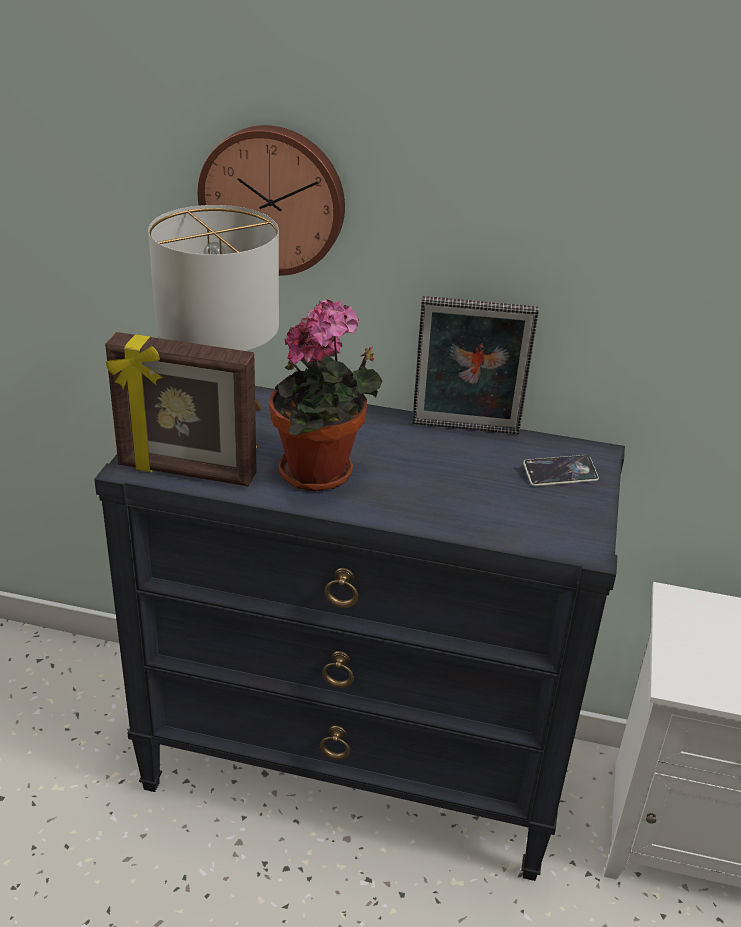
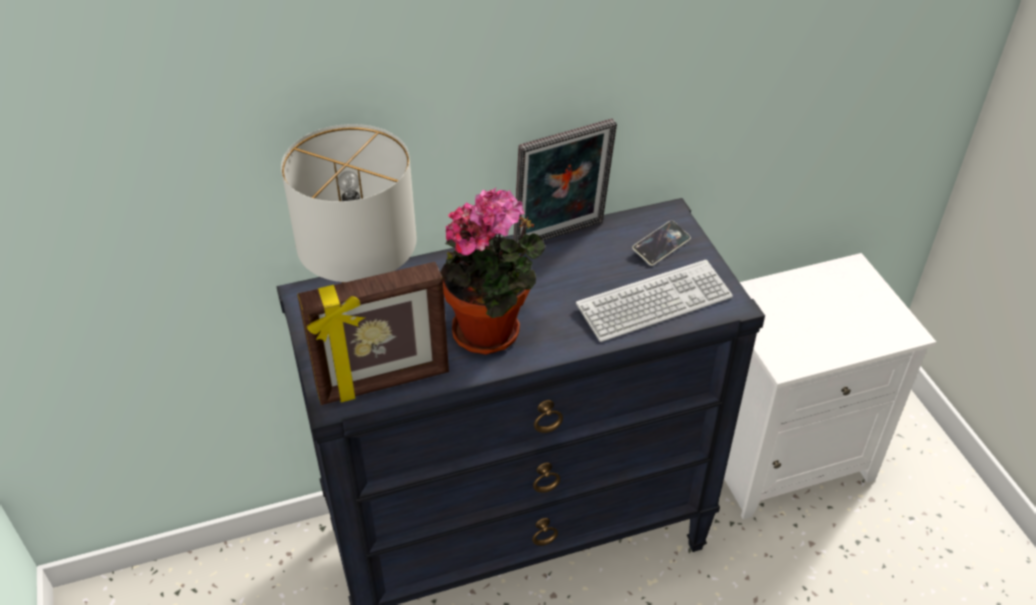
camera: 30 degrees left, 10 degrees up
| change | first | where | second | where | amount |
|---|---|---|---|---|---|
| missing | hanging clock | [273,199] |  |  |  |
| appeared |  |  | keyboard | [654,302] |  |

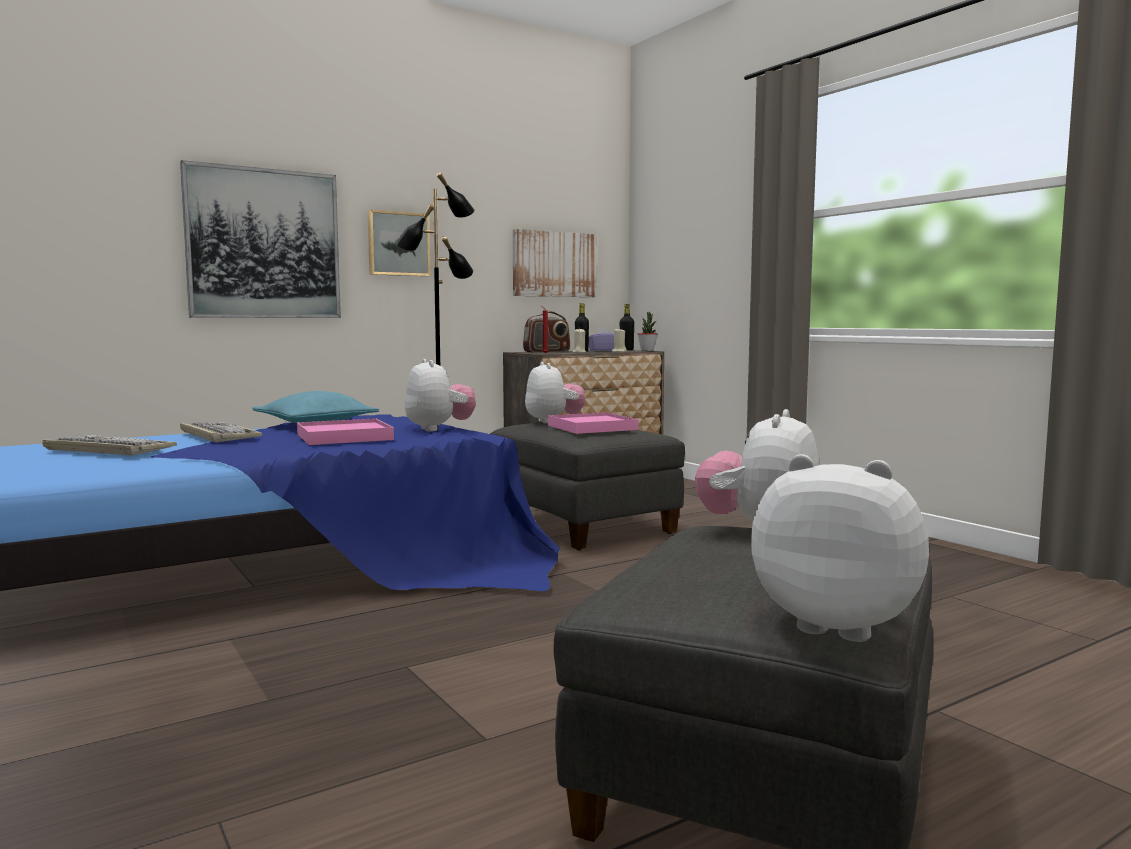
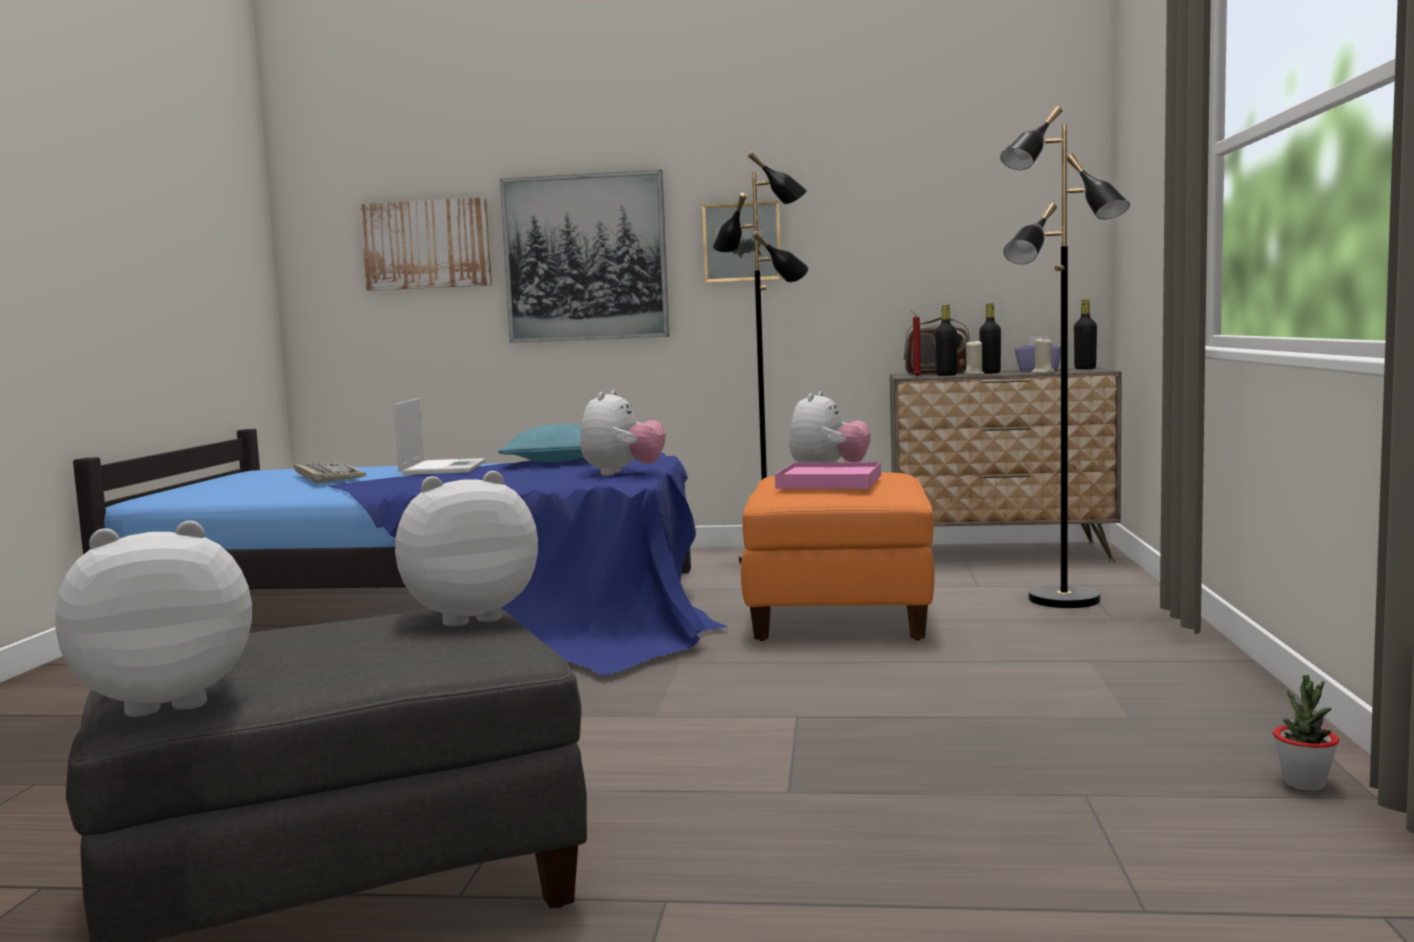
camera: 40 degrees right, 0 degrees up
| change | first | where | second | where | amount |
|---|---|---|---|---|---|
| exchanged | keyboard | [218,435] | notebook computer | [443,468] |  |
| missing | pink serving tray | [344,437] |  |  |  |
| colour | grey pouffe | [581,525] | orange pouffe | [838,613] |  |
| relocated | picture | [554,264] |  | [427,244] |  |
| relocated | houseplant | [647,350] |  | [1304,784] |  |
| spun | soft toy | [837,624] |  | [167,701] | 90 degrees counterclockwise |
| appeared |  |  | blackish beverage bottle | [946,375] |  |
| appeared |  |  | blackish standard lamp | [1064,600] |  |

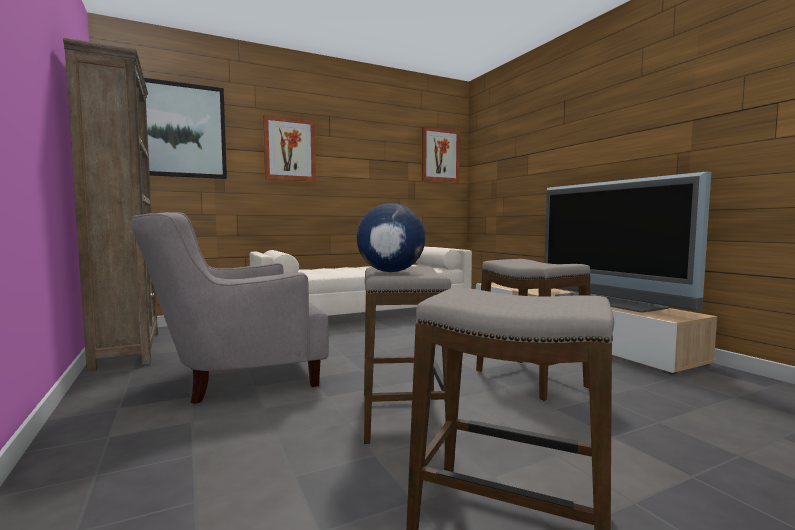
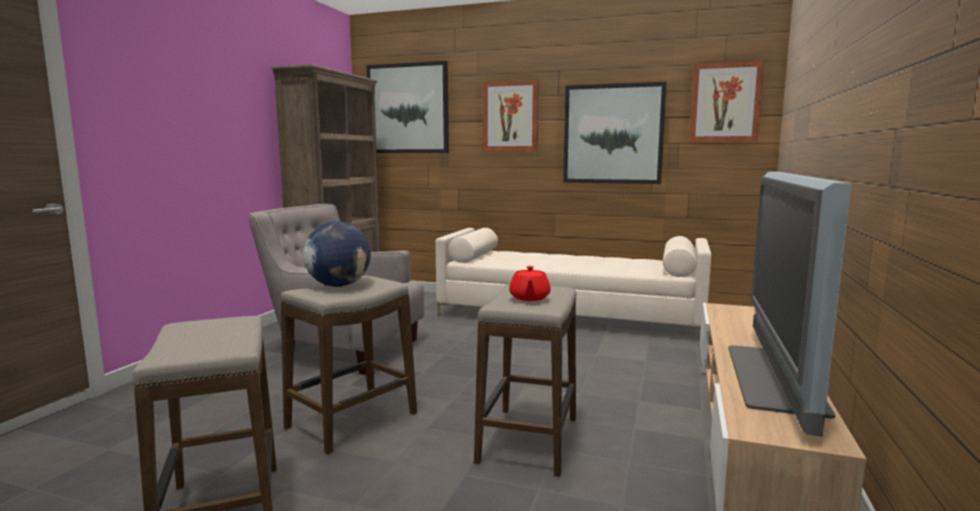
camera: 45 degrees right, 5 degrees up
| change | first | where | second | where | amount |
|---|---|---|---|---|---|
| appeared |  |  | red teapot | [529,298] |  |
| appeared |  |  | picture | [613,134] |  |

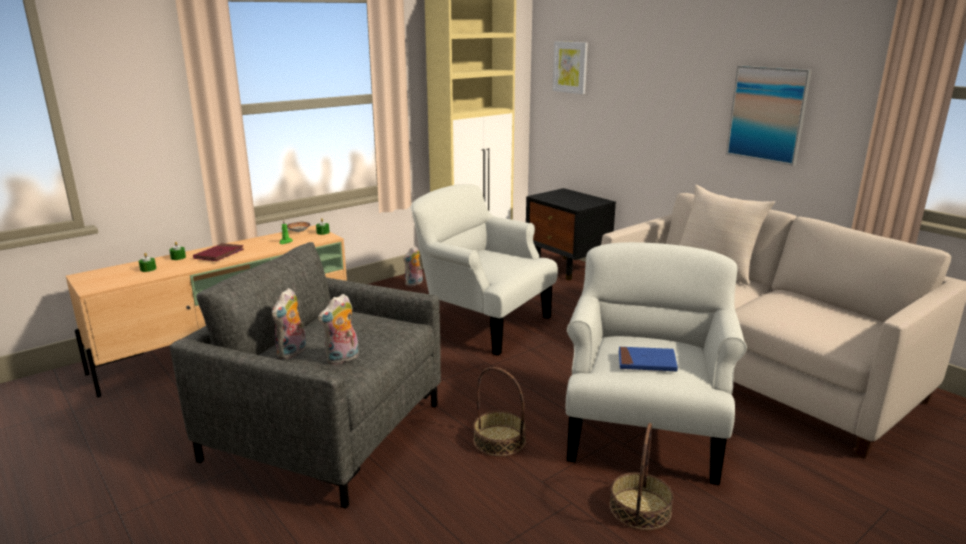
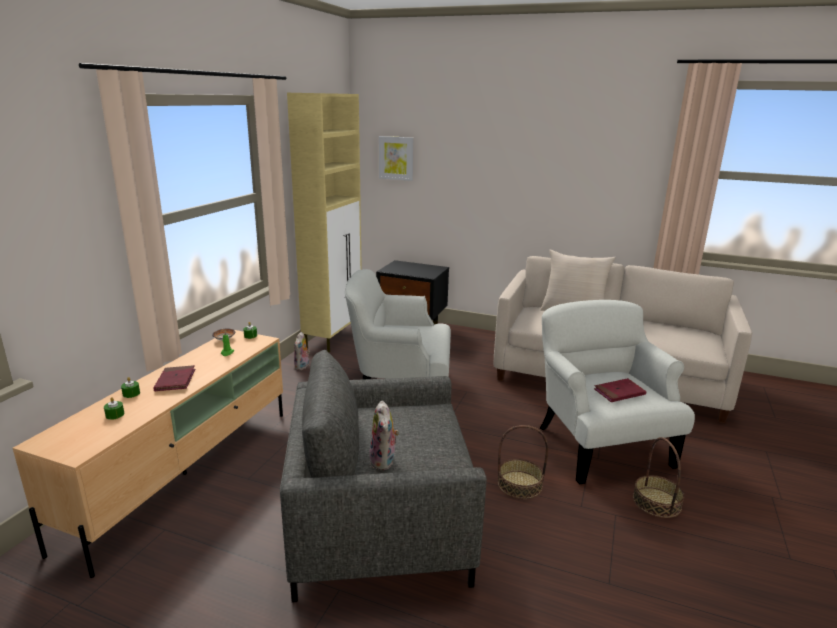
camera: 30 degrees left, 0 degrees up
| change | first | where | second | where | amount |
|---|---|---|---|---|---|
| missing | soft toy | [342,359] |  |  |  |
| colour | blue book | [646,362] | red book | [619,392] |  |
| missing | picture | [767,114] |  |  |  |

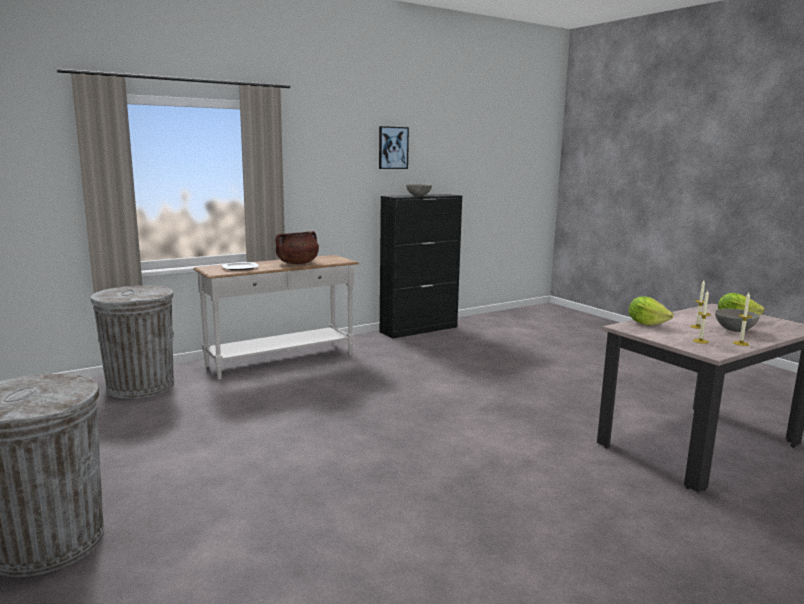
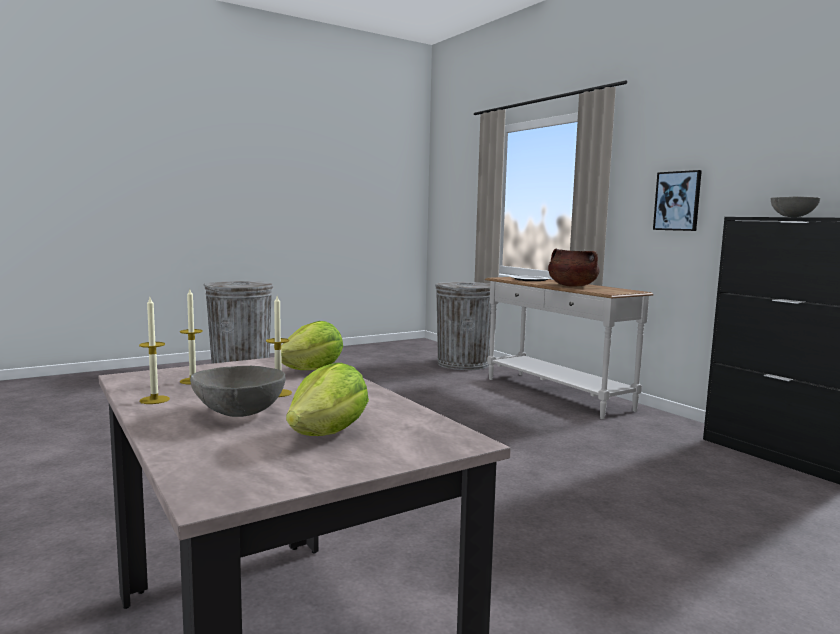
camera: 90 degrees right, 5 degrees down
| change | first | where | second | where | amount |
|---|---|---|---|---|---|
| relocated | picture | [393,148] |  | [677,201] |  |

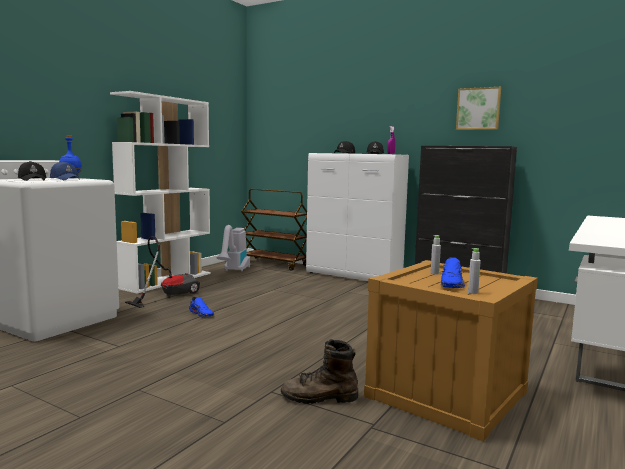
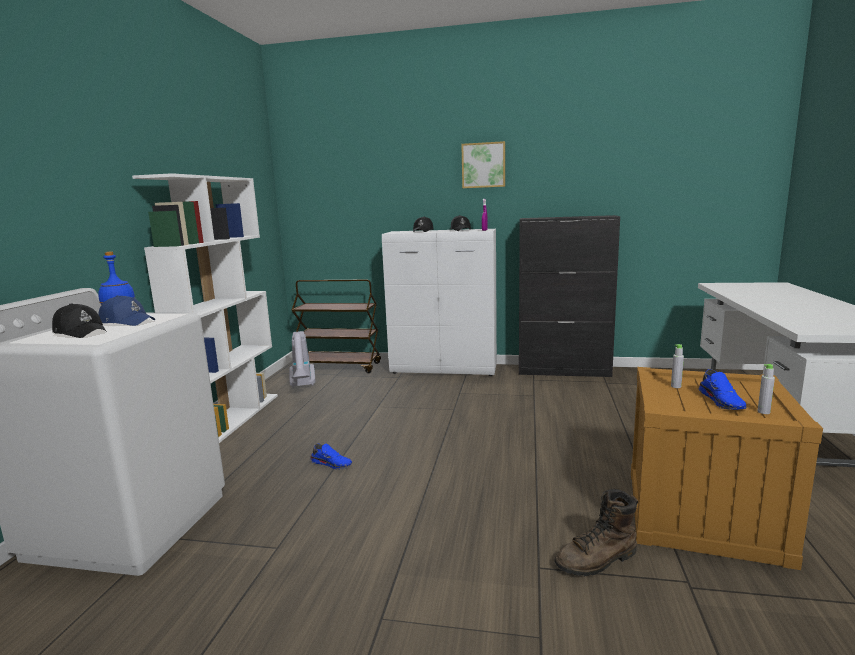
camera: 20 degrees left, 5 degrees up
| change | first | where | second | where | amount |
|---|---|---|---|---|---|
| missing | vacuum | [168,295] |  |  |  |
| relocated | picture | [478,109] |  | [483,165] |  |

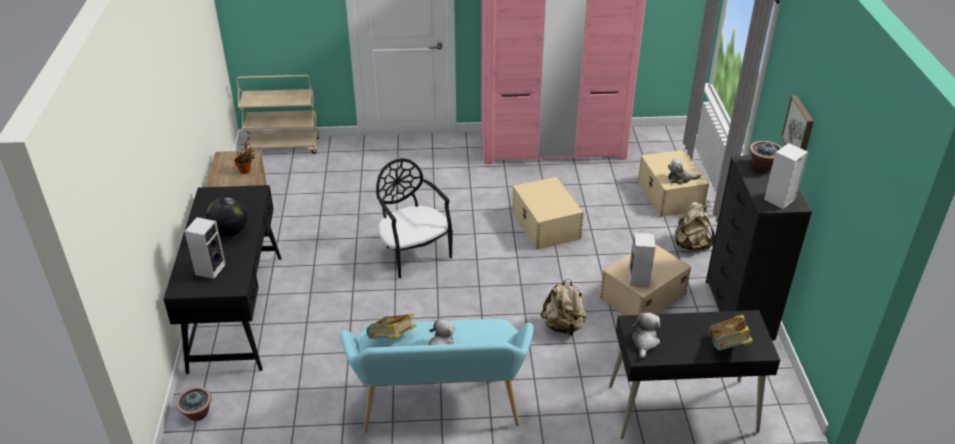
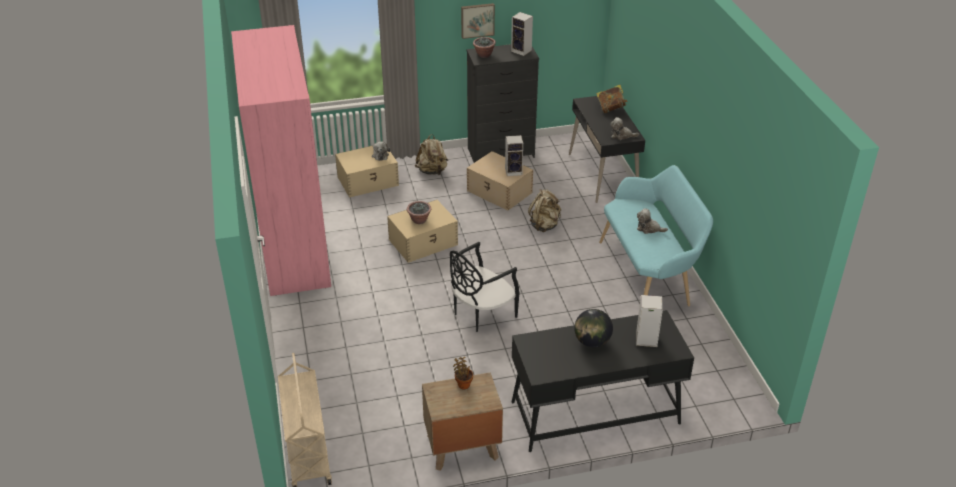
camera: 100 degrees left, 0 degrees up
| change | first | where | second | where | amount |
|---|---|---|---|---|---|
| relocated | houseplant | [197,414] |  | [419,220] |  |
| missing | book | [392,339] |  |  |  |

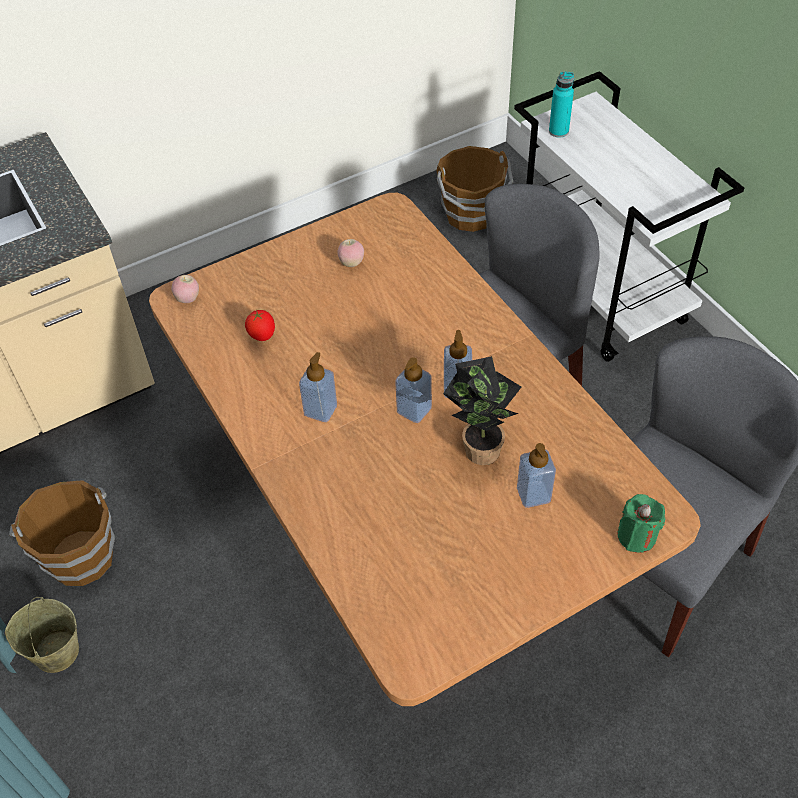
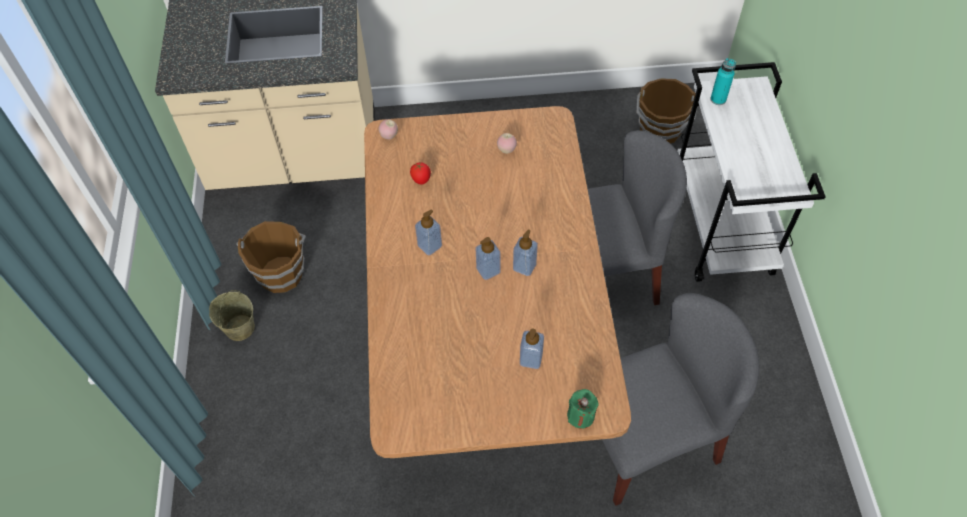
camera: 25 degrees right, 5 degrees up
| change | first | where | second | where | amount |
|---|---|---|---|---|---|
| missing | houseplant | [479,447] |  |  |  |

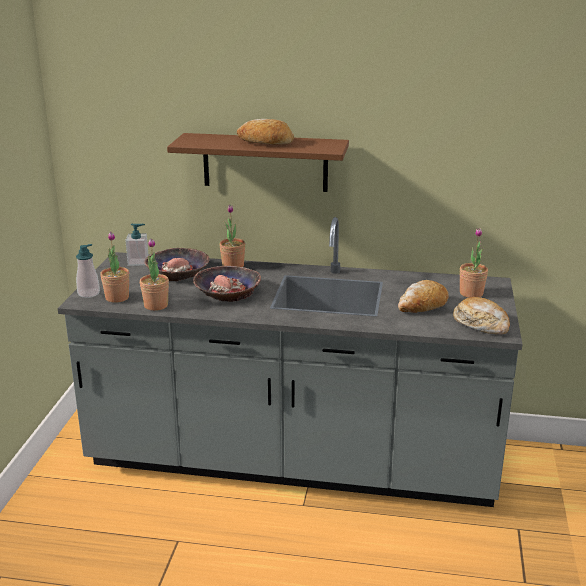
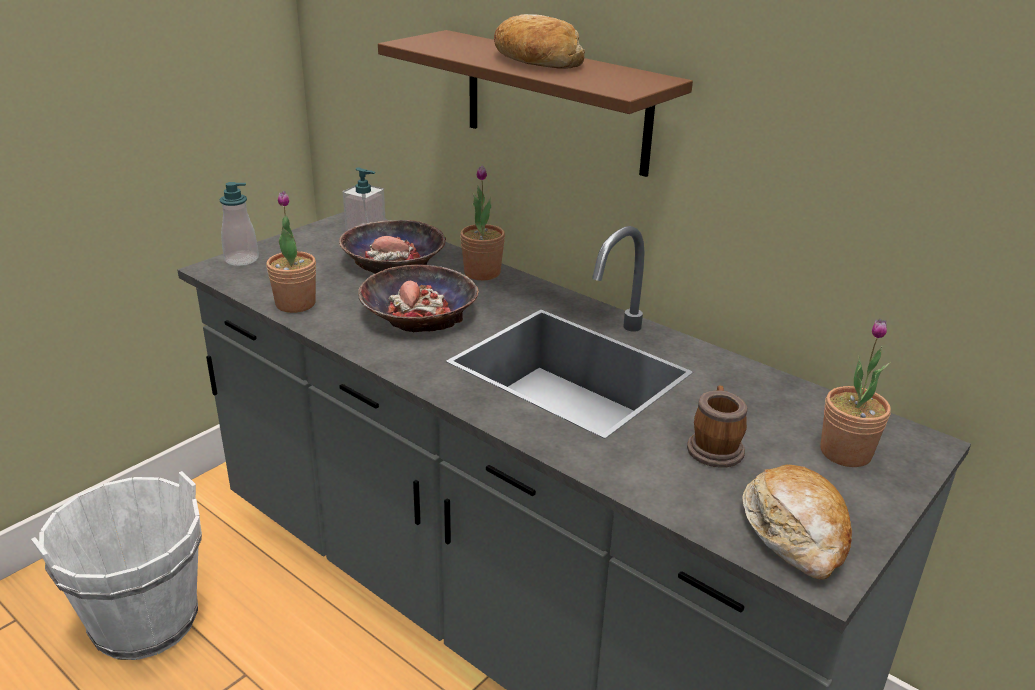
camera: 30 degrees right, 5 degrees up
| change | first | where | second | where | amount |
|---|---|---|---|---|---|
| missing | houseplant | [117,298] |  |  |  |
| exchanged | bakery bread | [422,306] | coffee mug | [714,446] |  |
| appeared |  |  | white-coloured pail | [145,622] |  |

